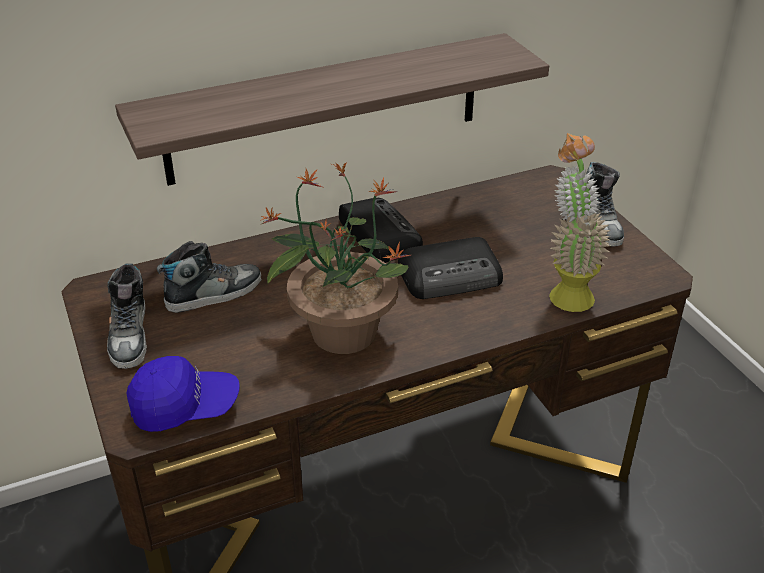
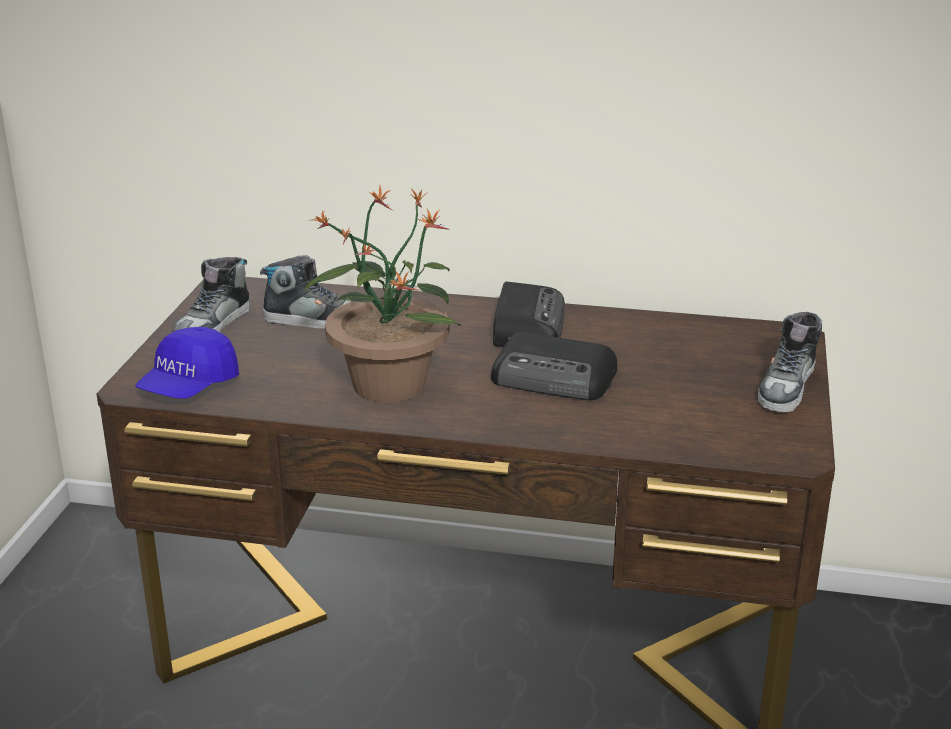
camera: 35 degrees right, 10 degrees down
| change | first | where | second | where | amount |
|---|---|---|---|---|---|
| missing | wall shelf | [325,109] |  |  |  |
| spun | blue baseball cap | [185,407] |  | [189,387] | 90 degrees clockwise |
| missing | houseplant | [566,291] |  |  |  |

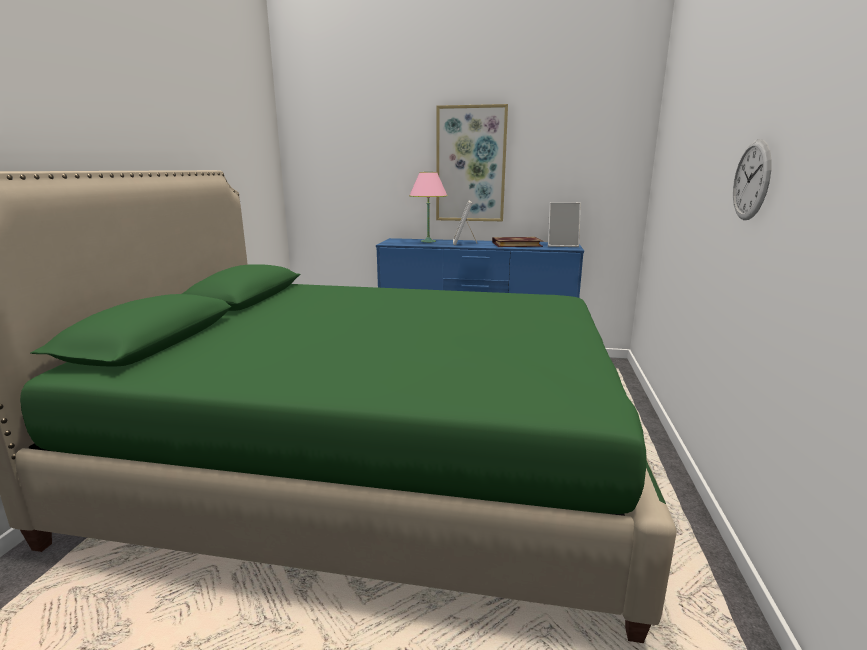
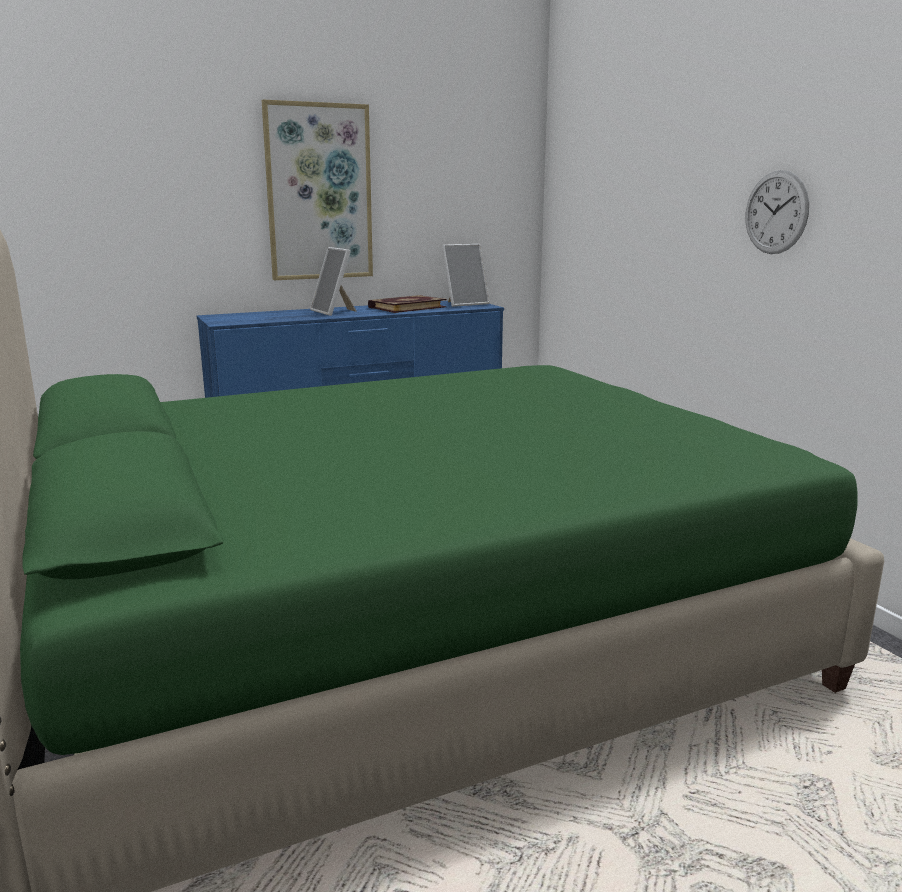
camera: 35 degrees left, 0 degrees up
| change | first | where | second | where | amount |
|---|---|---|---|---|---|
| missing | pink lamp for a table | [428,241] |  |  |  |

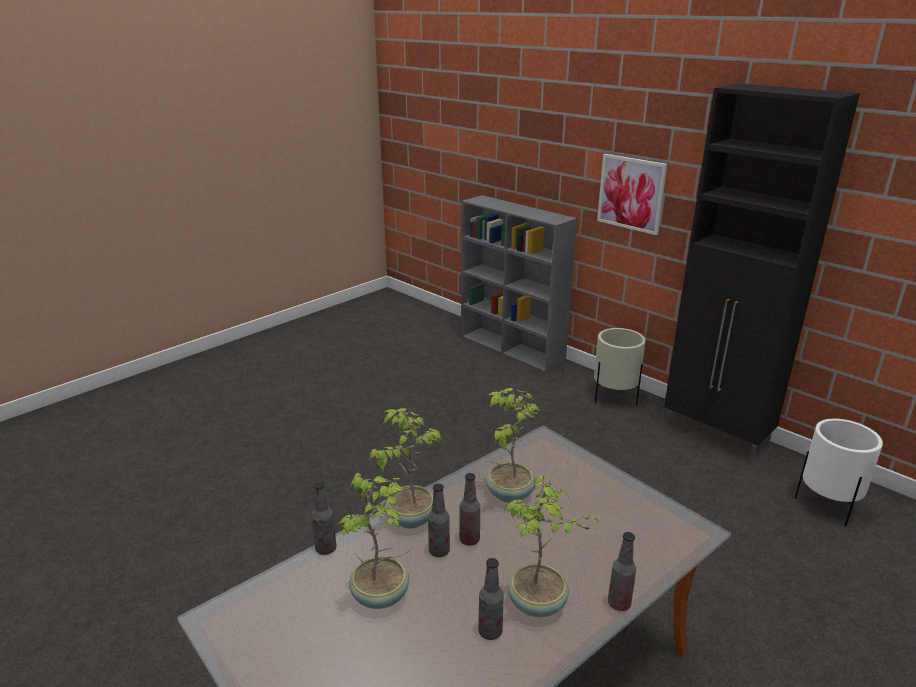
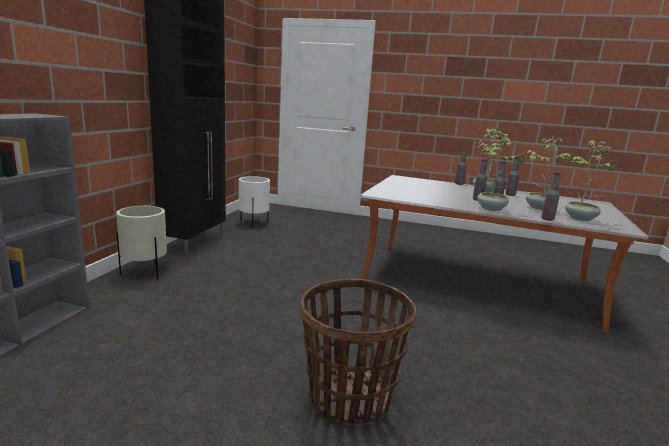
camera: 120 degrees left, 10 degrees down
| change | first | where | second | where | amount |
|---|---|---|---|---|---|
| relocated | houseplant | [508,494] |  | [581,219] |  |
| missing | picture | [631,193] |  |  |  |
| appeared |  |  | basket | [349,398] |  |

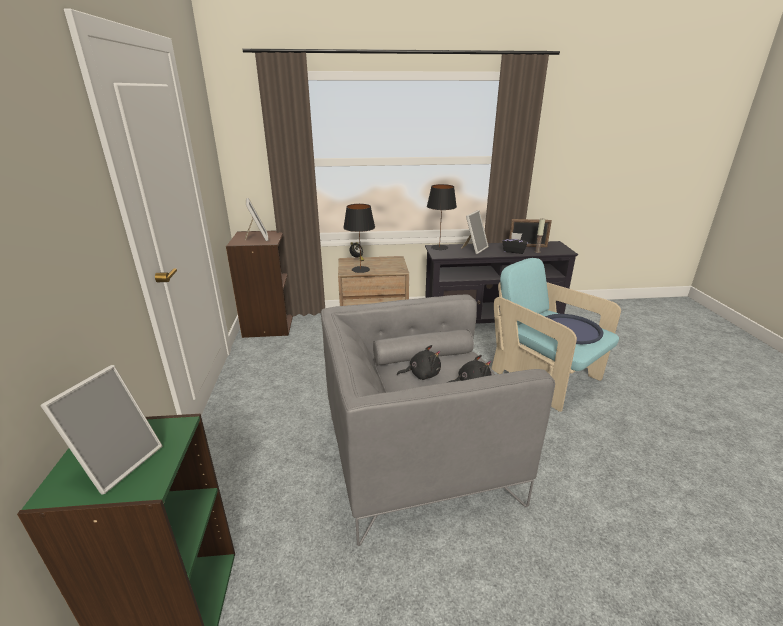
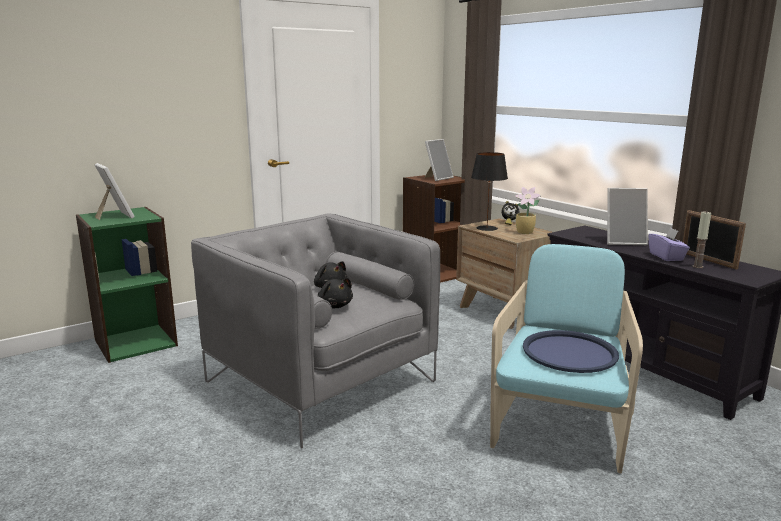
camera: 60 degrees right, 10 degrees down
| change | first | where | second | where | amount |
|---|---|---|---|---|---|
| spun | photo frame | [118,462] |  | [114,216] | 120 degrees counterclockwise |
| missing | blackish lamp for a table | [439,247] |  |  |  |
| colour | blackish tissue box | [514,251] | purple-coloured tissue box | [666,257] |  |
| appeared |  |  | houseplant | [525,232] |  |

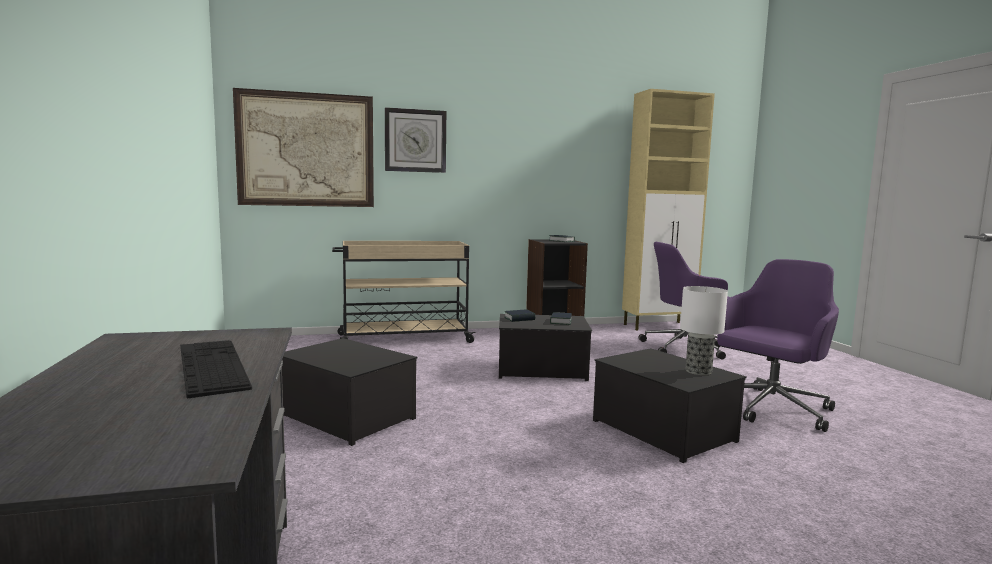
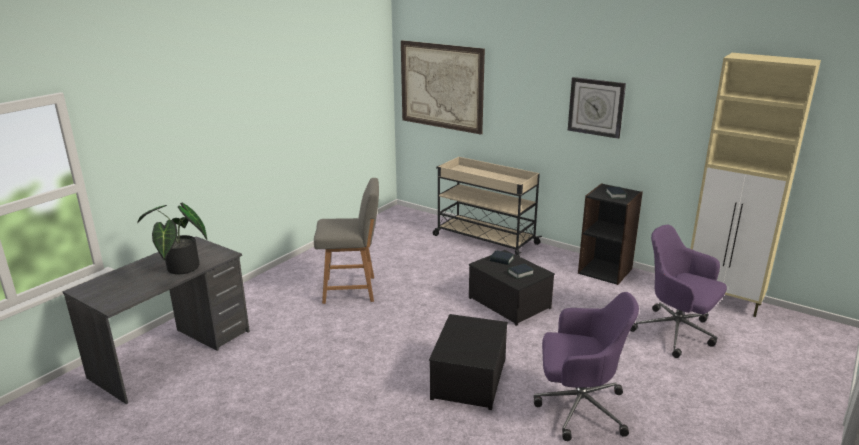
camera: 50 degrees right, 15 degrees up
| change | first | where | second | where | amount |
|---|---|---|---|---|---|
| exchanged | keyboard | [212,366] | houseplant | [180,269] |  |
| exchanged | storage box | [349,417] | grey chair | [352,290] |  |
| relocated | hanging clock | [415,141] |  | [596,107] |  |
| missing | lamp for a table | [699,371] |  |  |  |

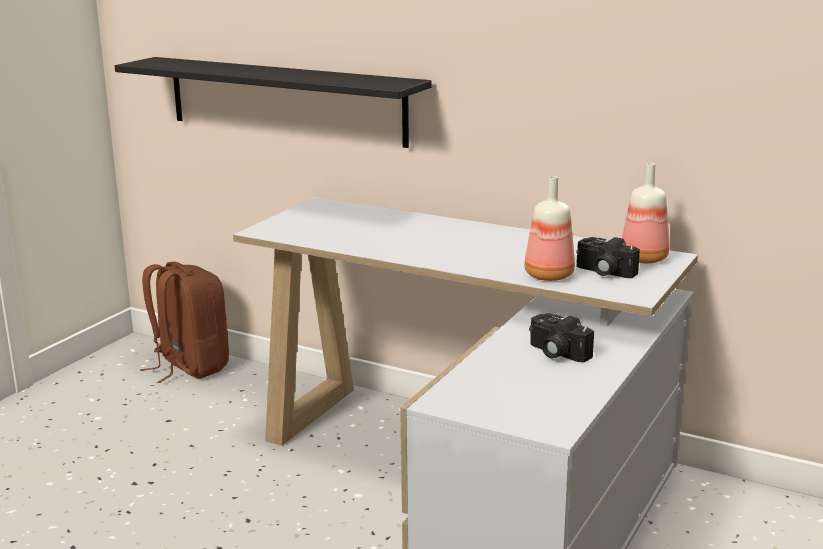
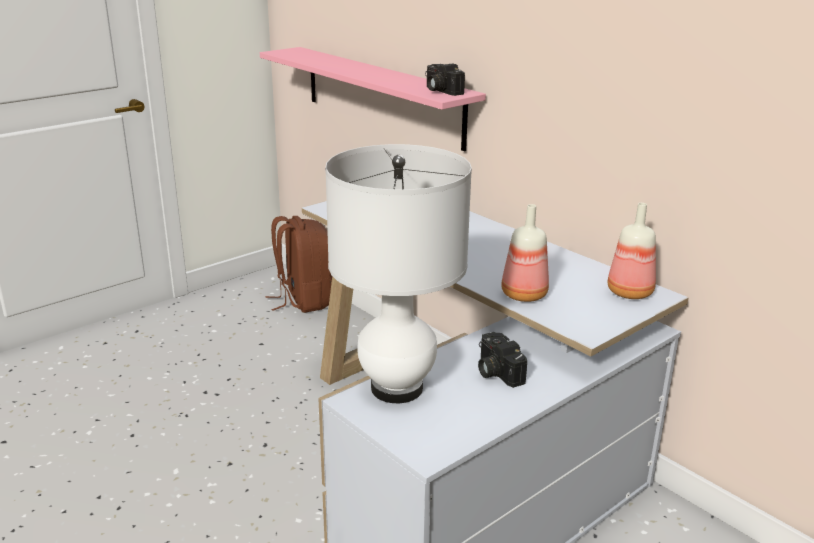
camera: 20 degrees right, 5 degrees up
| change | first | where | second | where | amount |
|---|---|---|---|---|---|
| colour | blackish wall shelf | [285,100] | pink wall shelf | [382,95] |  |
| relocated | photo camera | [603,272] |  | [440,90] |  |
| appeared |  |  | white-coloured lamp for a table | [396,388] |  |

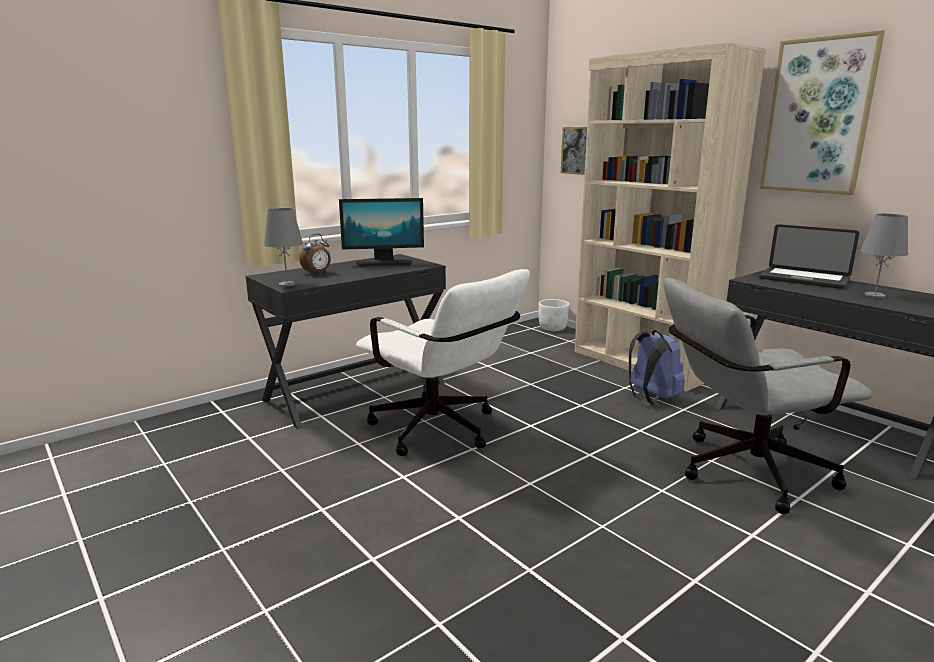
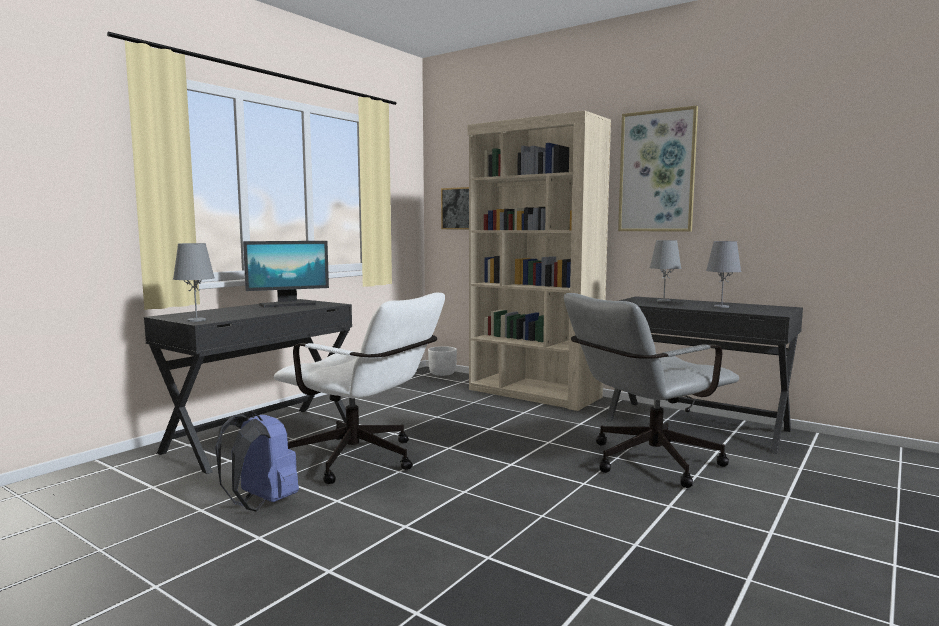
camera: 15 degrees left, 10 degrees down
| change | first | where | second | where | amount |
|---|---|---|---|---|---|
| missing | table clock | [317,273] |  |  |  |
| relocated | blue knapsack | [651,398] |  | [261,503] |  |
| exchanged | notebook computer | [803,279] | grey lamp for a table | [664,301] |  |

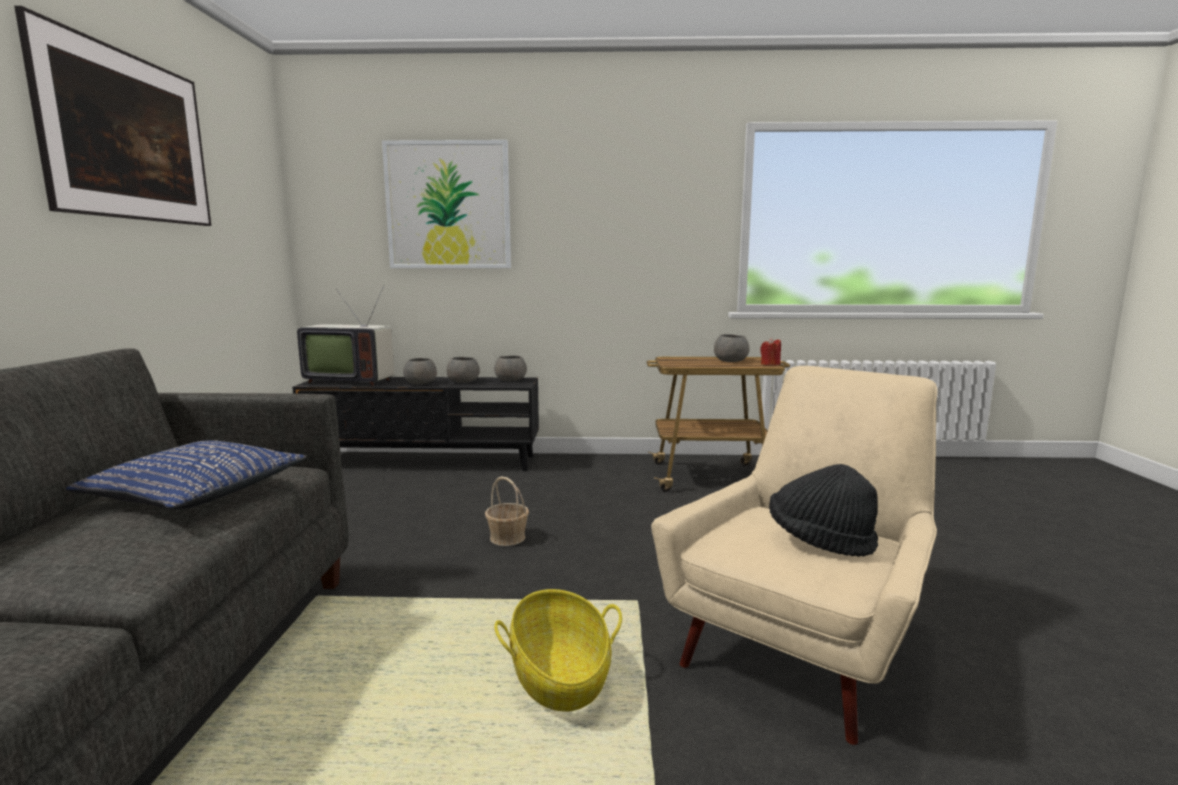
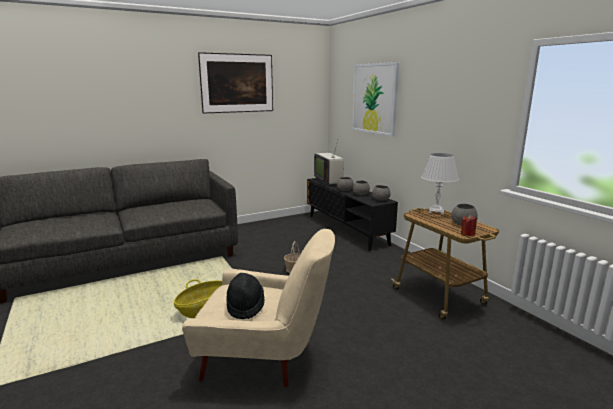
camera: 60 degrees right, 5 degrees up
| change | first | where | second | where | amount |
|---|---|---|---|---|---|
| missing | blue pillow | [196,492] |  |  |  |
| appeared |  |  | white-coloured lamp for a table | [436,211] |  |

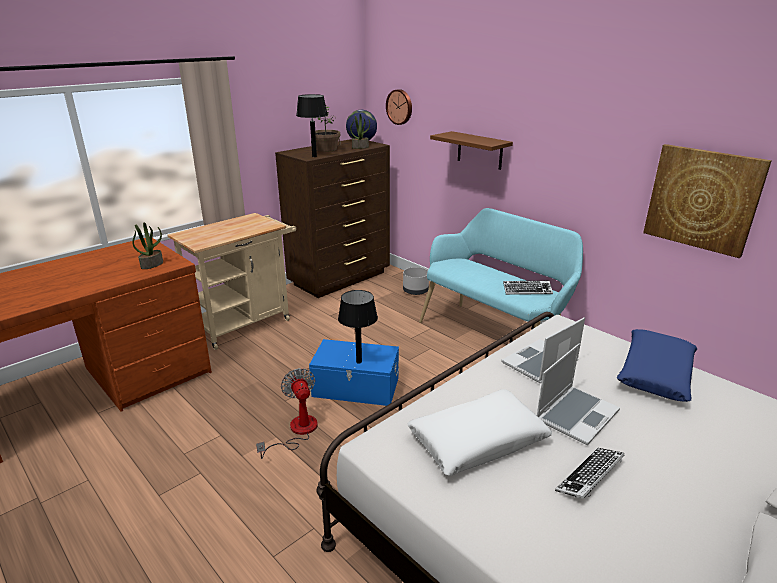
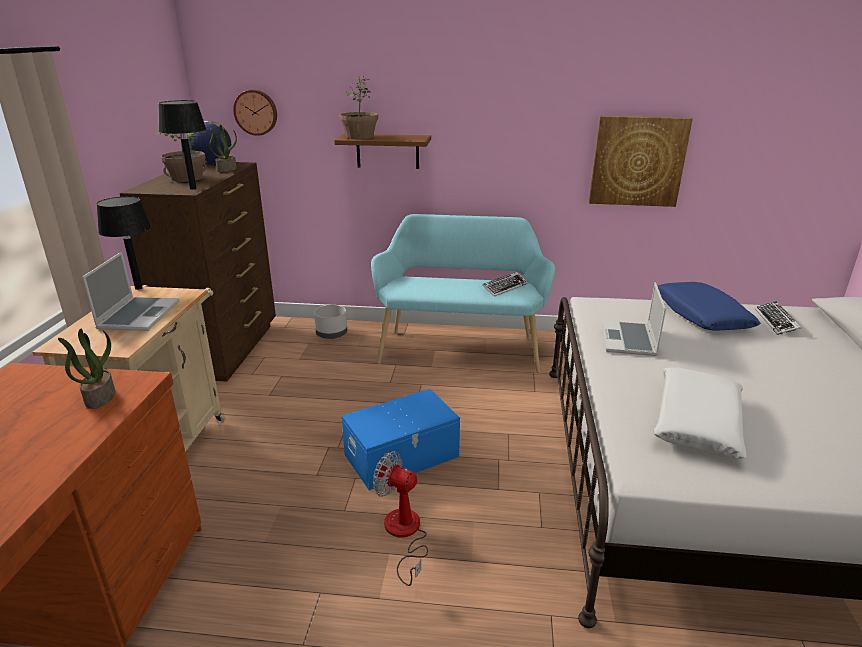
camera: 40 degrees left, 0 degrees up
| change | first | where | second | where | amount |
|---|---|---|---|---|---|
| relocated | blackish lamp for a table | [358,362] |  | [138,288] |  |
| relocated | notebook computer | [576,415] |  | [138,315] |  |
| relocated | keyboard | [590,477] |  | [776,321] |  |
| appeared |  |  | houseplant | [359,137] |  |

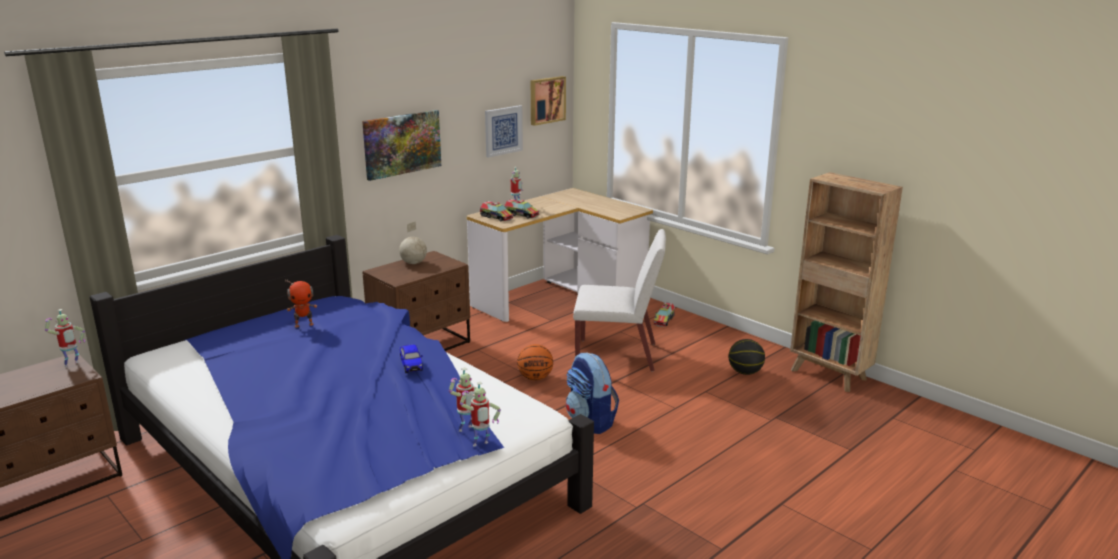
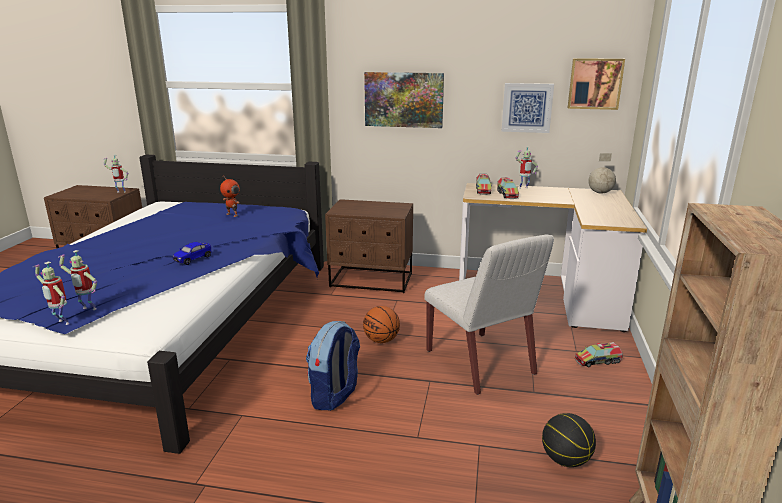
camera: 55 degrees right, 0 degrees up
| change | first | where | second | where | amount |
|---|---|---|---|---|---|
| relocated | globe | [413,263] |  | [600,193] |  |

